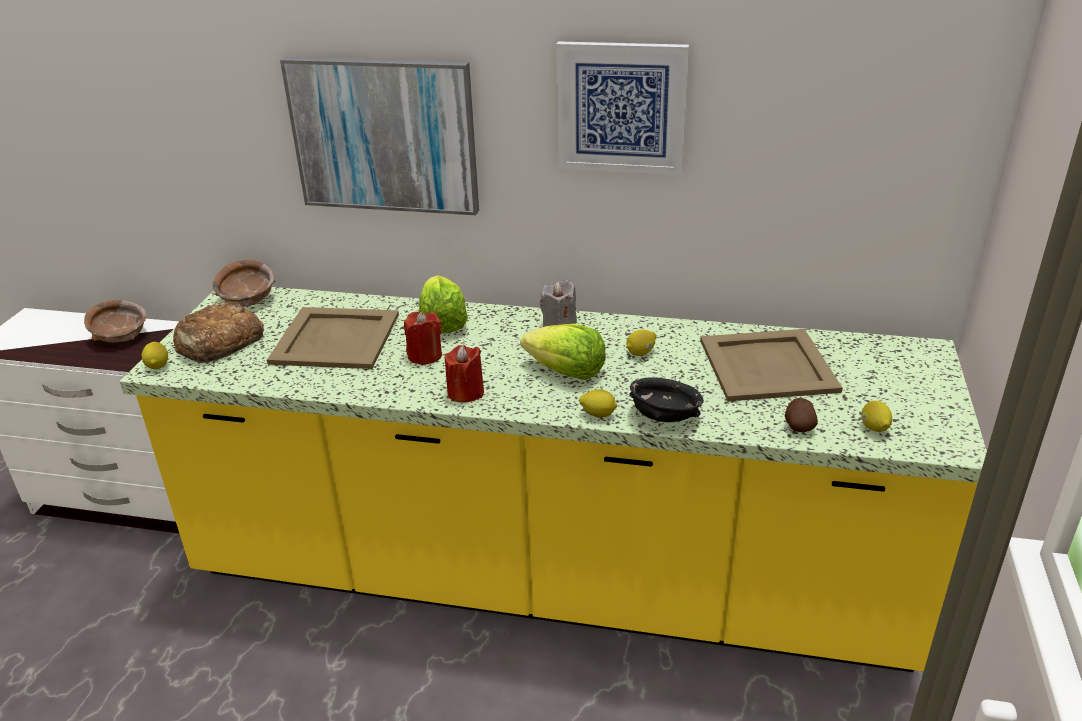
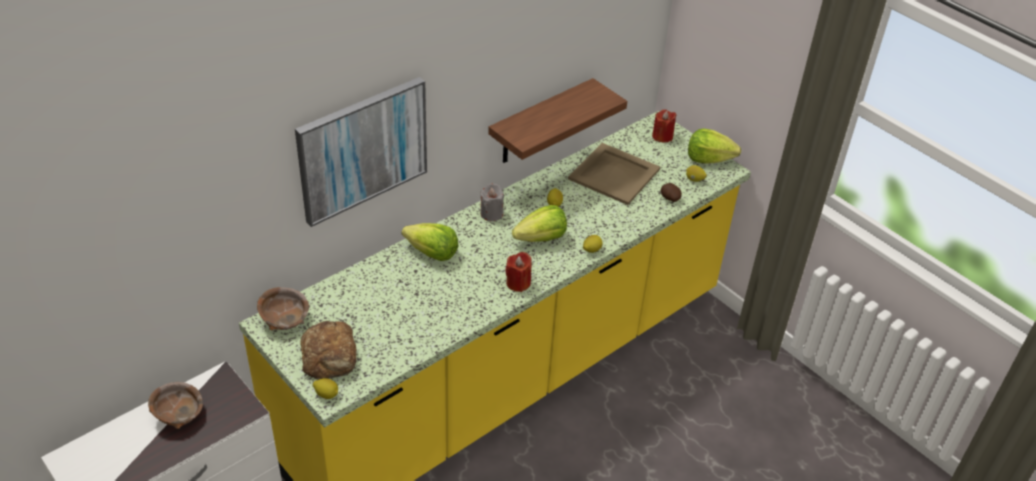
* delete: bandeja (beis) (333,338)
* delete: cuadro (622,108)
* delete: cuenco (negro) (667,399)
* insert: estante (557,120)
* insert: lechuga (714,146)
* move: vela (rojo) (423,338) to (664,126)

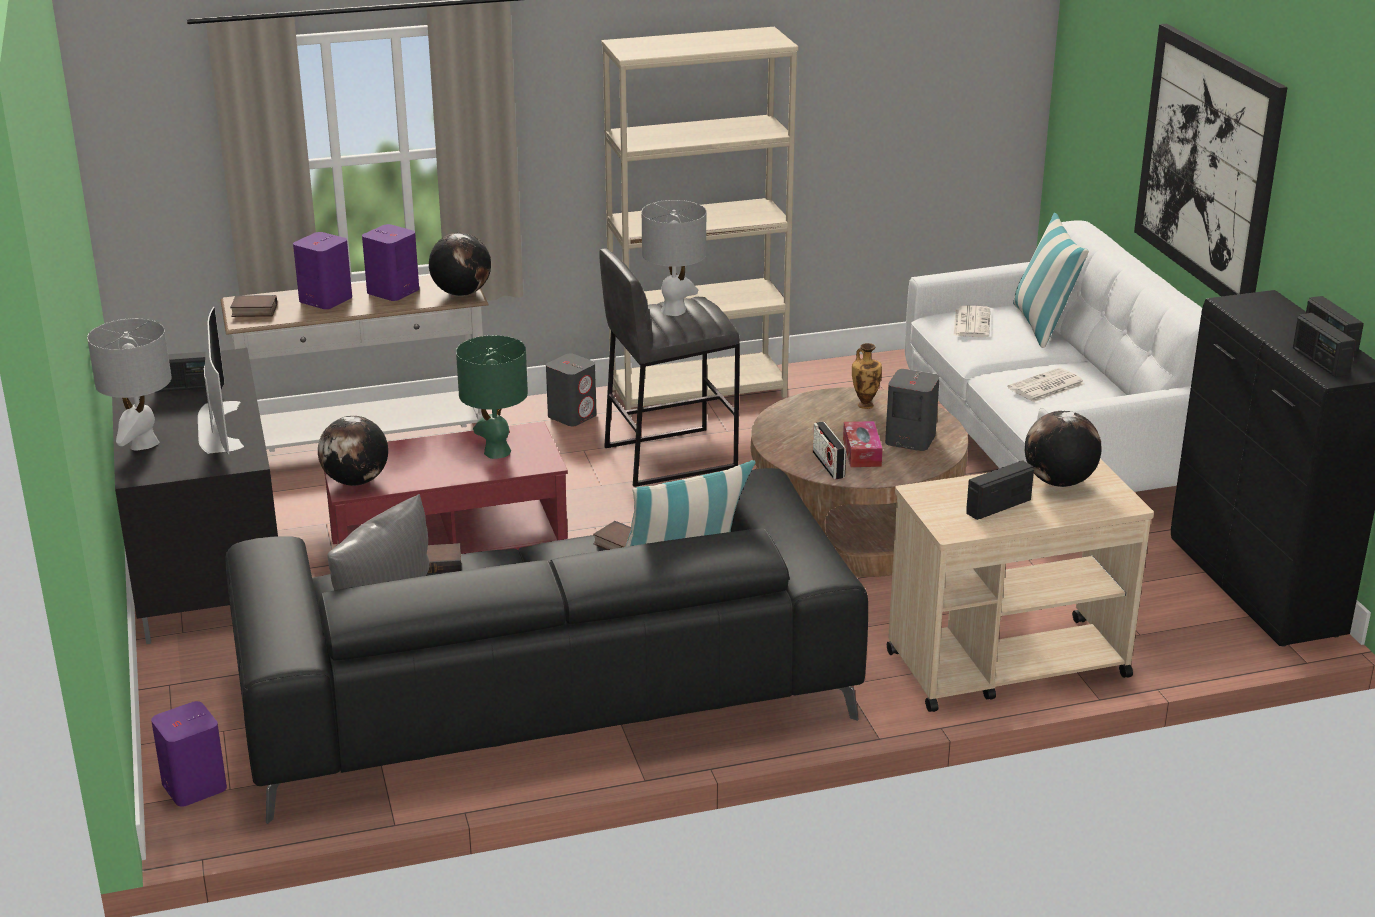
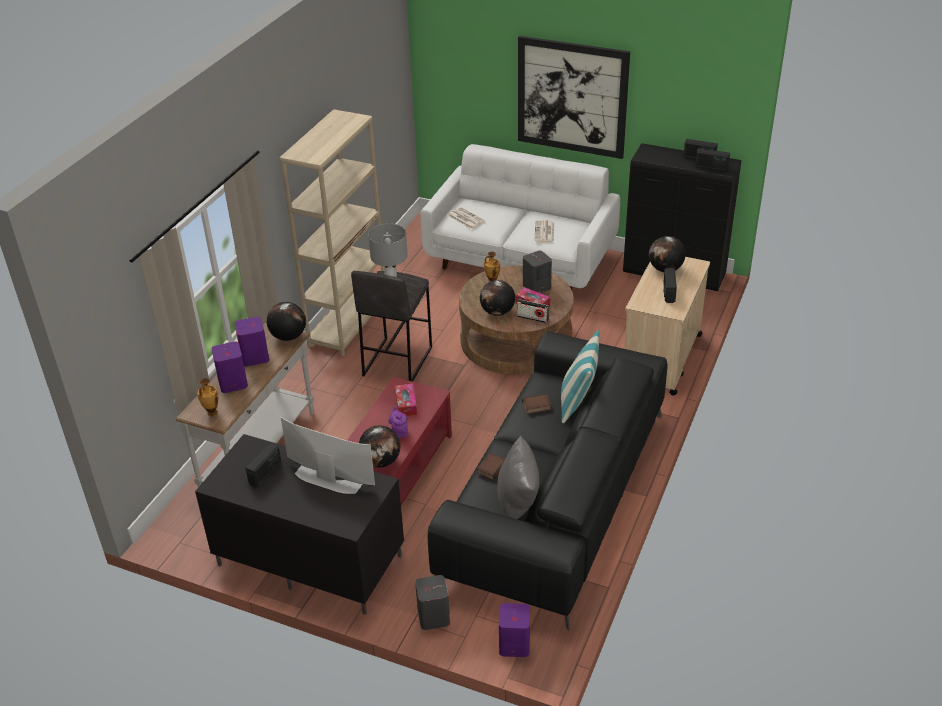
* delete: lámpara de mesa (gris) (129,384)
* delete: cojín (1051,280)
* insert: tetera (morado) (398,422)
* insert: globo terráqueo (497,298)
* move: altavoz (gris) (571,390) to (432,602)
* replace: libro (253,306) to florero (207,397)
* replace: lámpara de mesa (verde) (492,397) to caja de pañuelos (406,400)

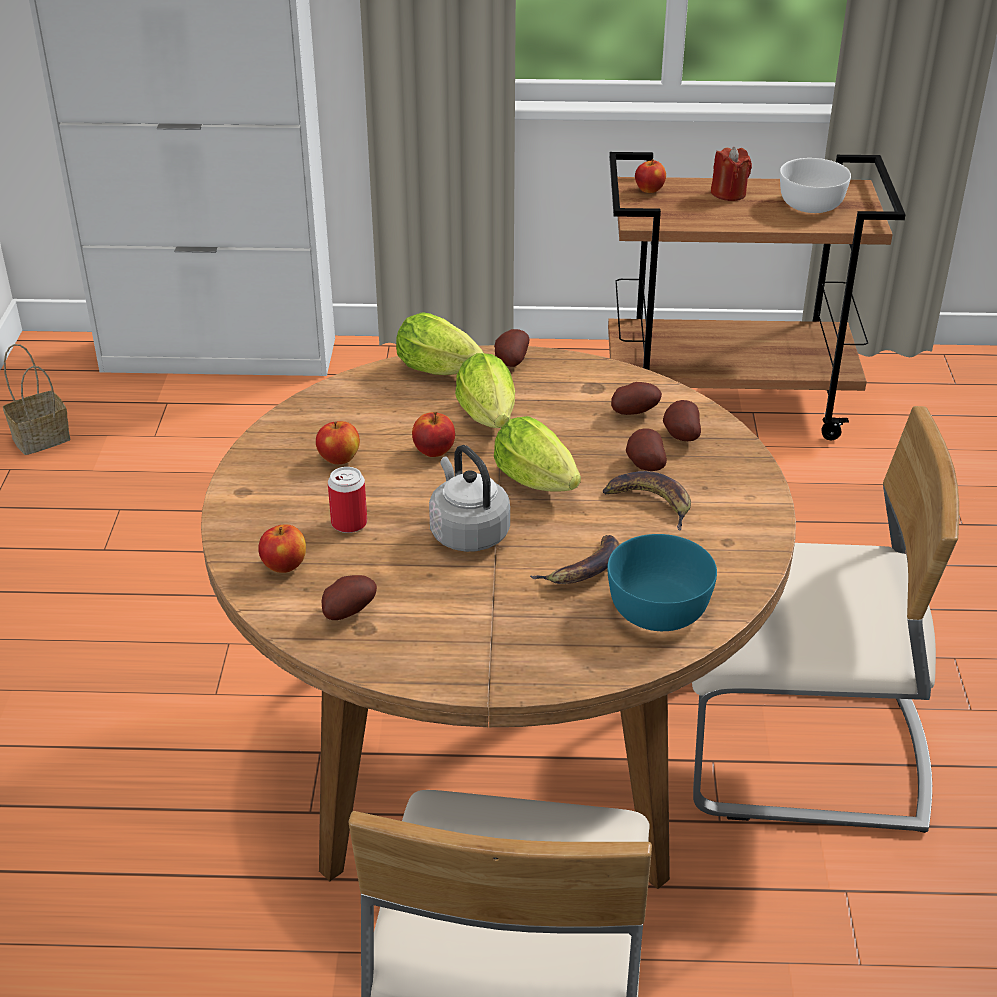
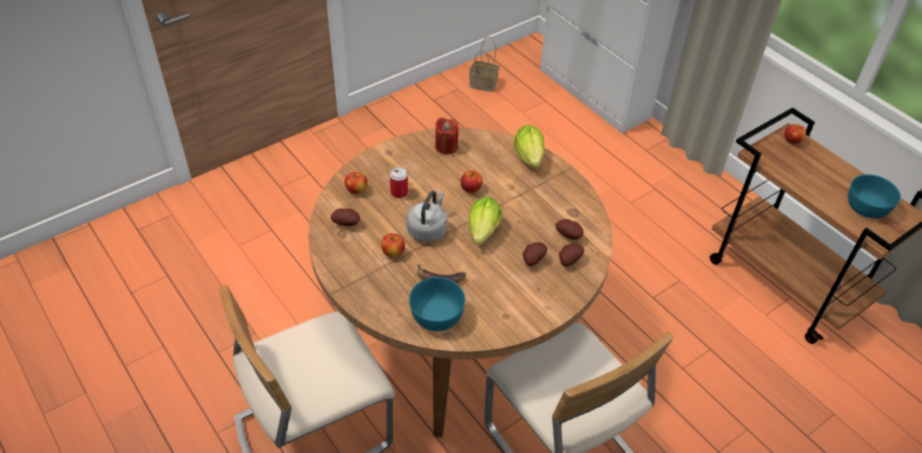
* delete: lechuga (485,390)
* delete: patata (511,348)
* delete: plátano (647,501)
* move: manzana (338,443) to (393,246)
* move: vela (rojo) (731,174) to (447,136)
* recolor: cuenco (blanco) (815,185) to cuenco (turquesa) (874,196)

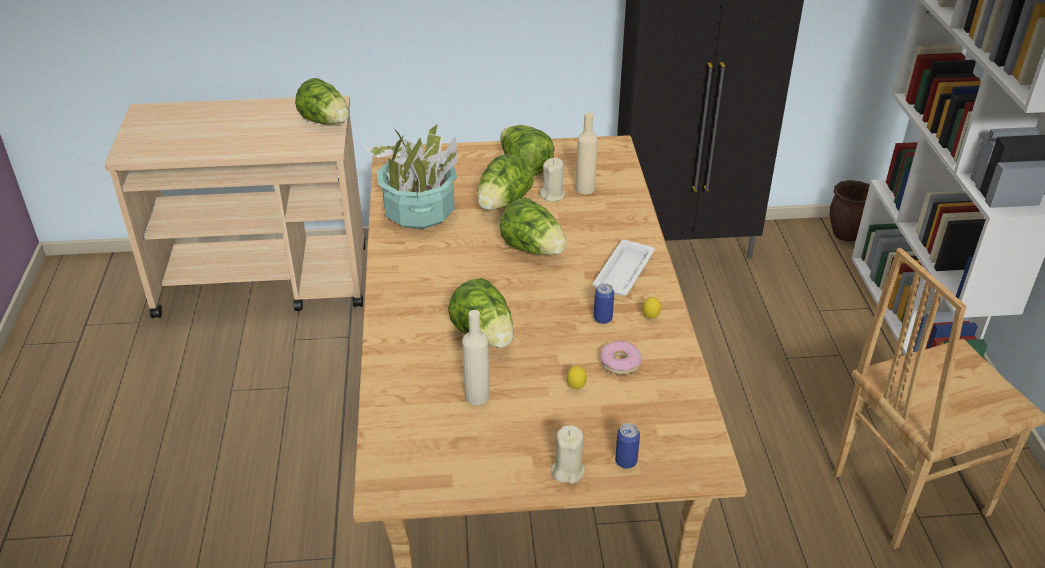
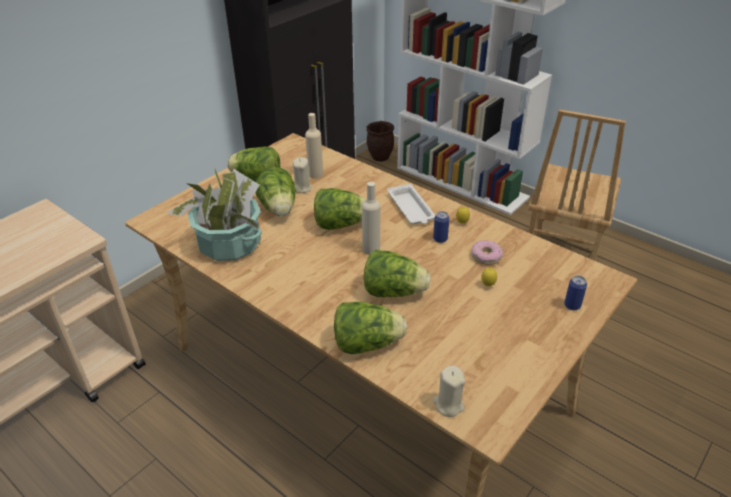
* move: lechuga (322,101) to (370,328)
* move: botella (beis) (476,357) to (371,218)
* move: vela (beis) (568,454) to (449,391)

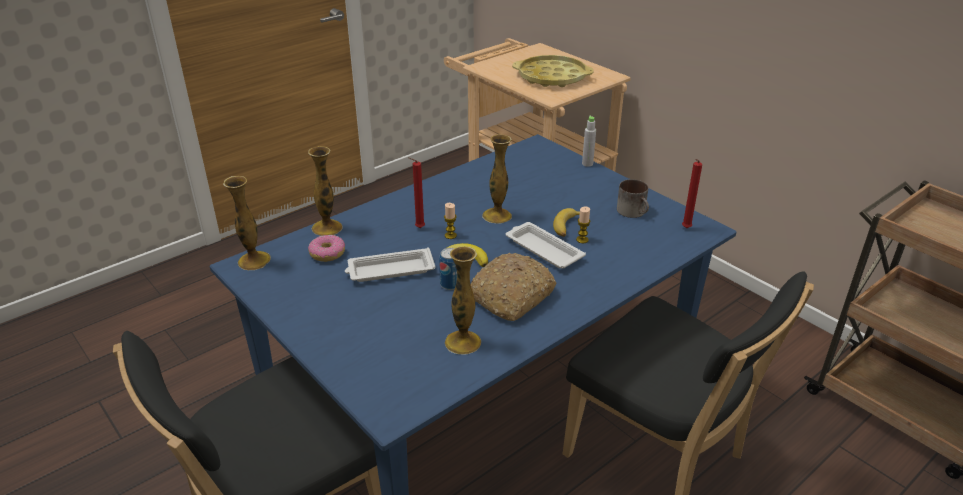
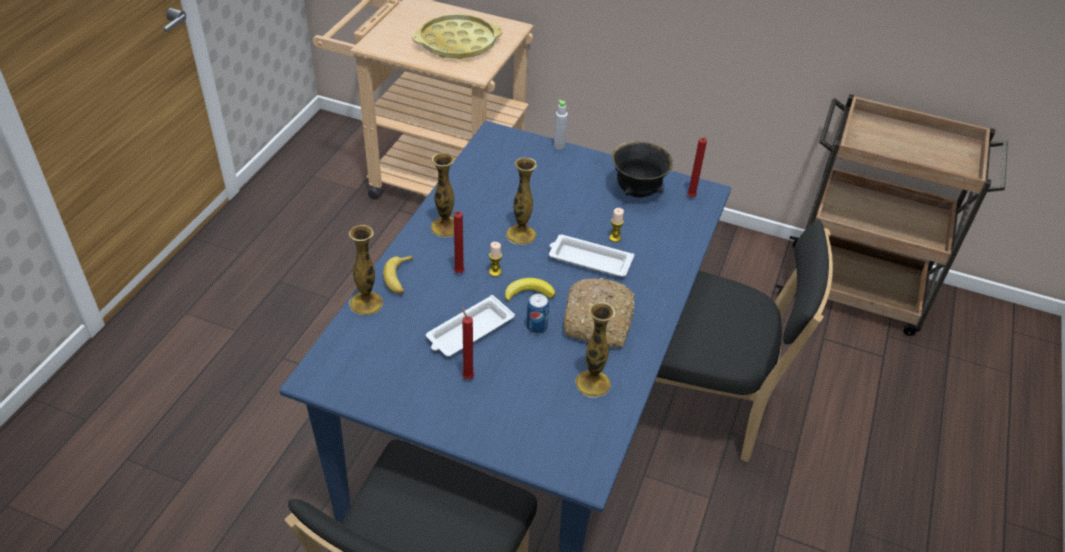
* delete: rosquilla (326,248)
* insert: vela (rojo) (468,342)
* move: florero (247,223) to (442,195)
* move: plátano (566,222) to (398,274)
* replace: taza grande (633,198) to cuenco (negro) (642,169)

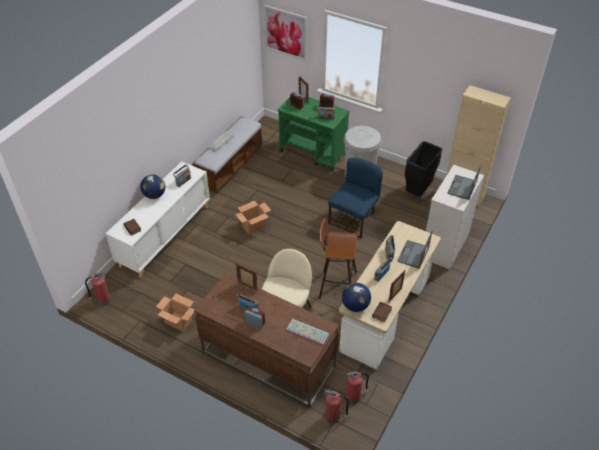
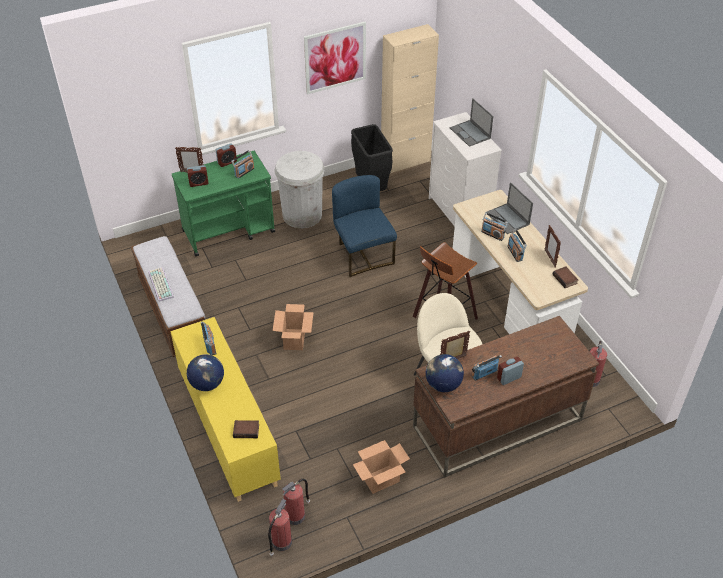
* delete: teclado (307,332)
* move: cuadro (285,33) to (335,58)
* move: extintor (336,406) to (295,502)
* move: globo terráqueo (356,297) to (445,373)
* recolor: armario (blanco) (157,219) to armario (amarillo) (225,409)

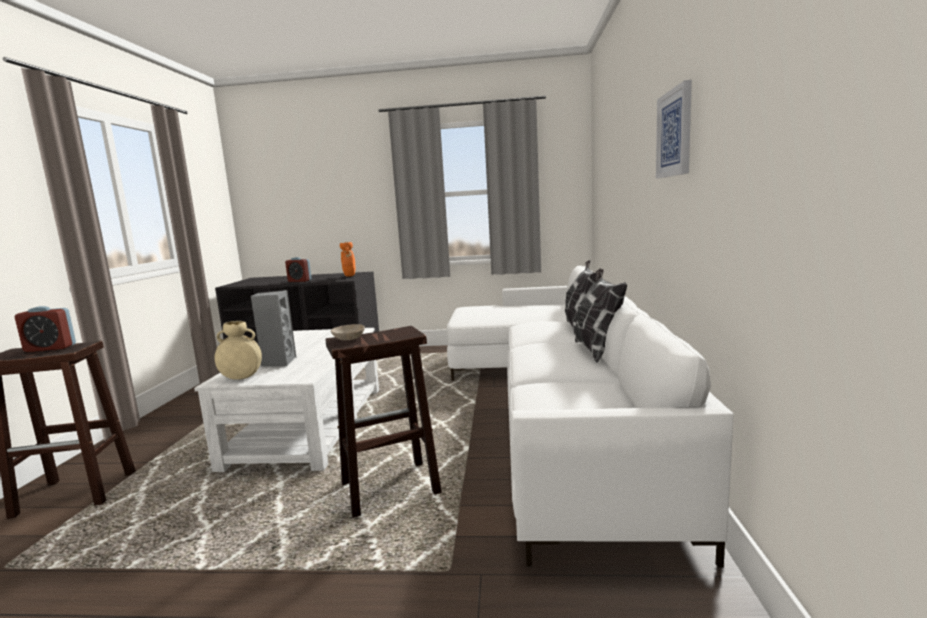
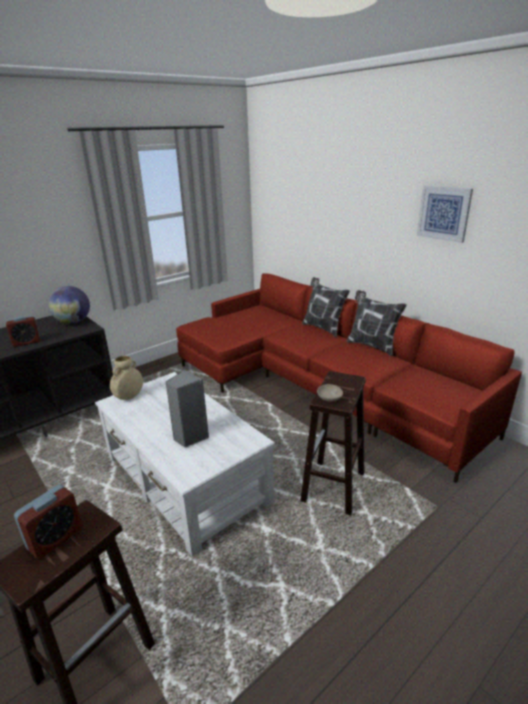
* move: florero (beis) (238,350) to (126,378)
* replace: florero (naranja) (347,259) to globo terráqueo (69,305)
* recolor: sofá (blanco) (590,417) to sofá (rojo) (349,378)

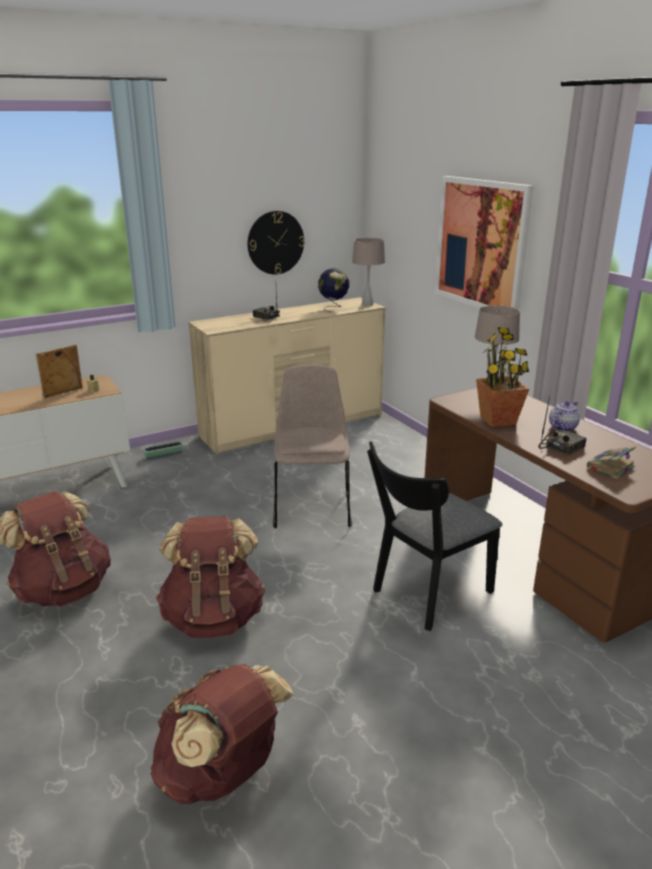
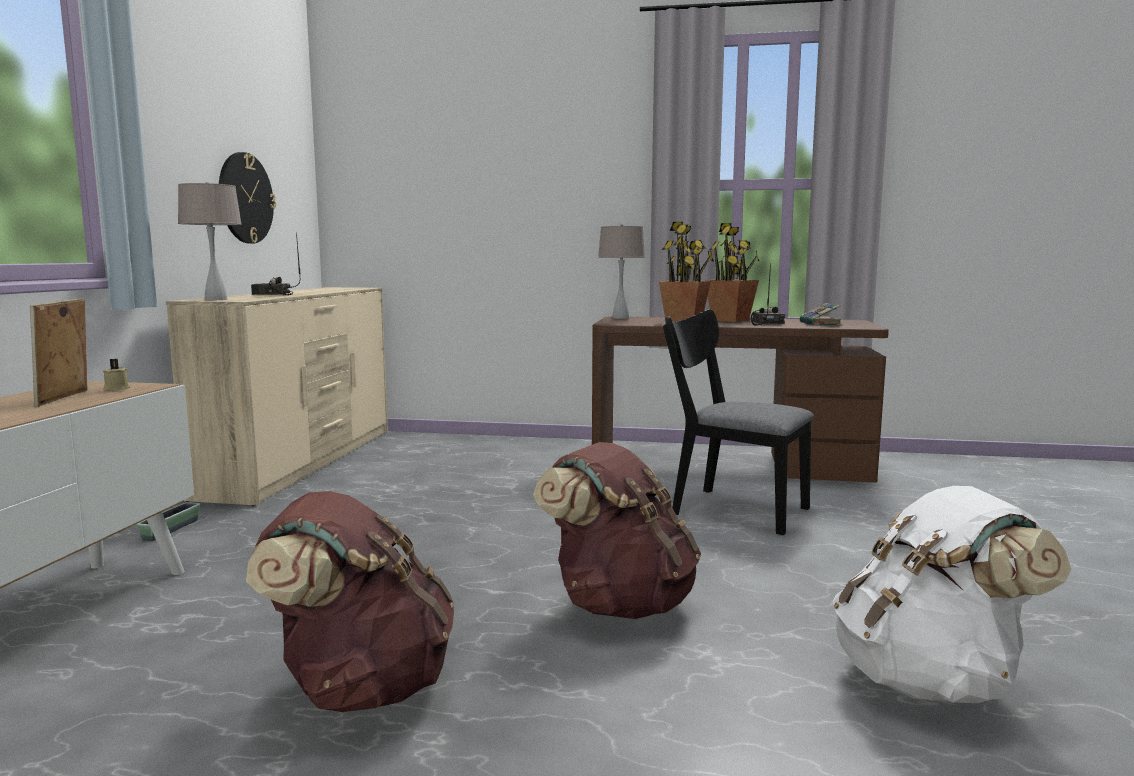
* delete: silla (beis) (312,446)
* delete: globo terráqueo (333,289)
* delete: cuadro (484,243)
* move: lámpara de mesa (beis) (368,272) to (210,241)
* replace: tetera (564,416) to planta en maceta (732,272)
* recolor: mochila (marrón) (222,734) to mochila (blanco) (952,594)
* rotate: silla (negro) (434,536) = (738,422) 120 degrees clockwise

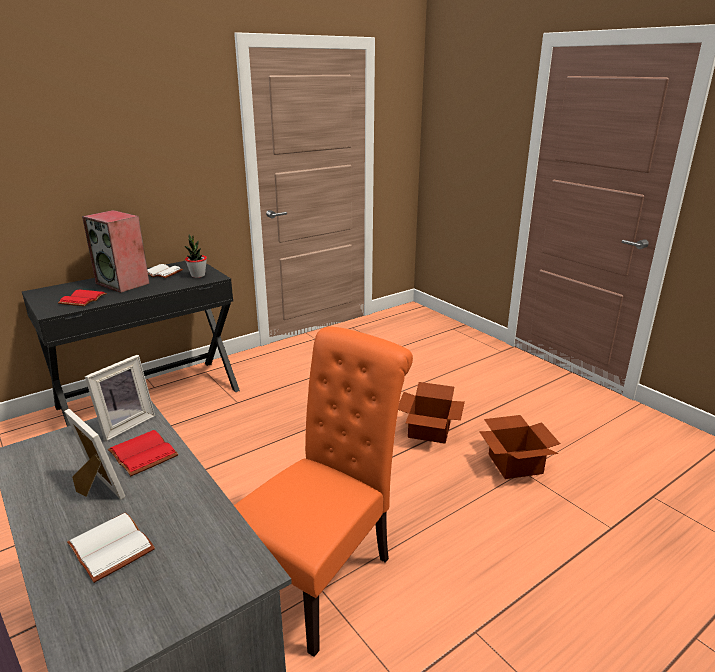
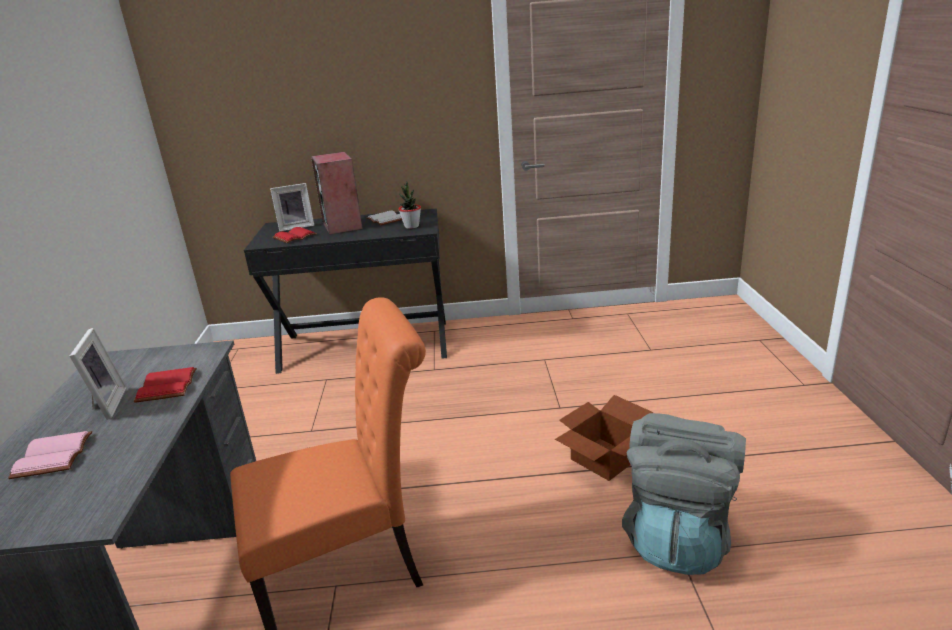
* move: portarretratos (120,398) to (292,207)
* replace: caja de cartón (519,447) to mochila (gris) (684,494)
* recolor: libro (blanco) (111,547) to libro (rosa) (50,455)

